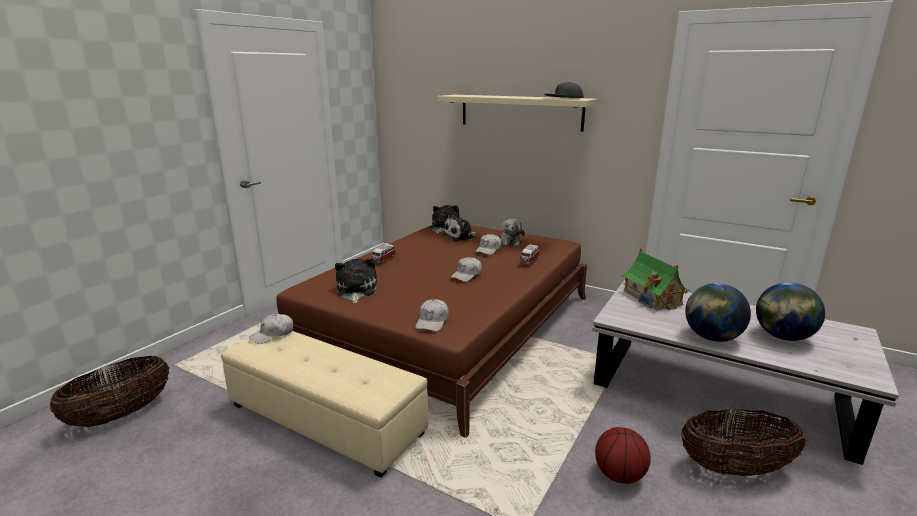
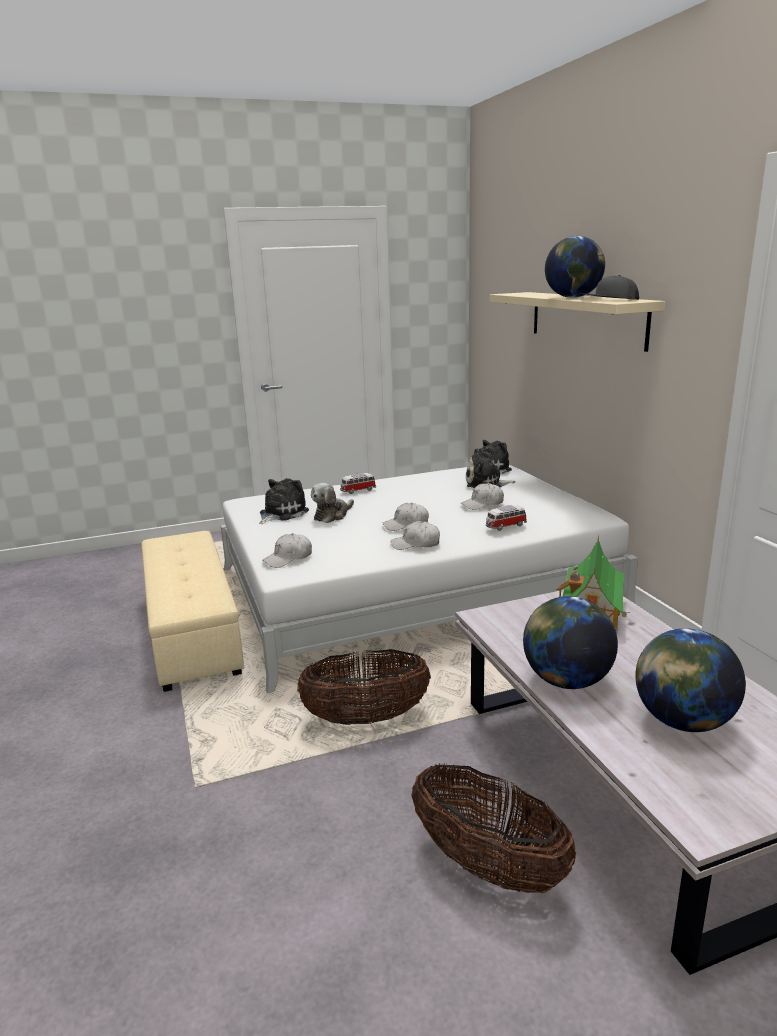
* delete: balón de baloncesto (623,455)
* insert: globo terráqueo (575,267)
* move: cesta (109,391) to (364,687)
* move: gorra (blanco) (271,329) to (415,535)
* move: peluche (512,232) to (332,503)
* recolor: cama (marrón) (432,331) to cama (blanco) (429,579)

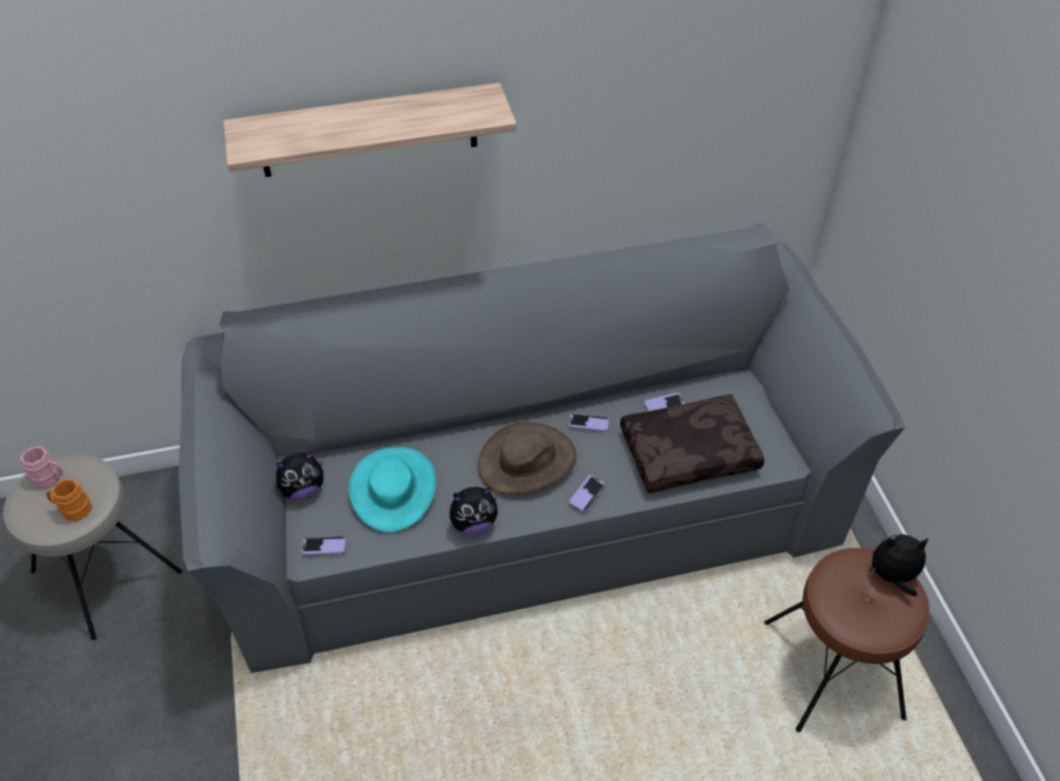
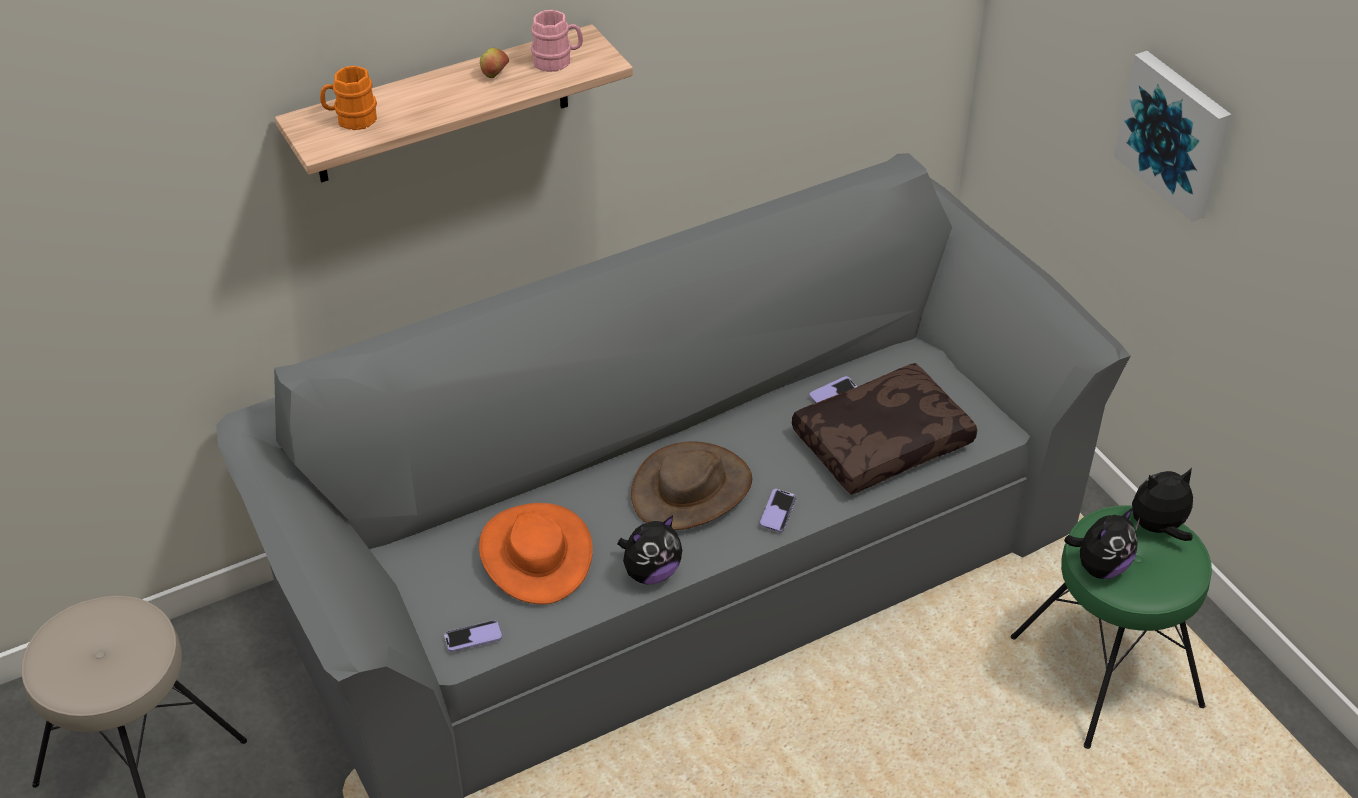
* delete: móvil (589,422)
* insert: manzana (494,63)
* insert: cuadro (1172,136)
* move: taza grande (rosa) (42,467) to (557,41)
* move: taza grande (naranja) (69,500) to (348,98)
* move: peluche (300,475) to (1101,543)
* recolor: sombrero (turquesa) (392,489) to sombrero (naranja) (536,553)
* recolor: taburete (marrón) (847,640) to taburete (verde) (1111,627)

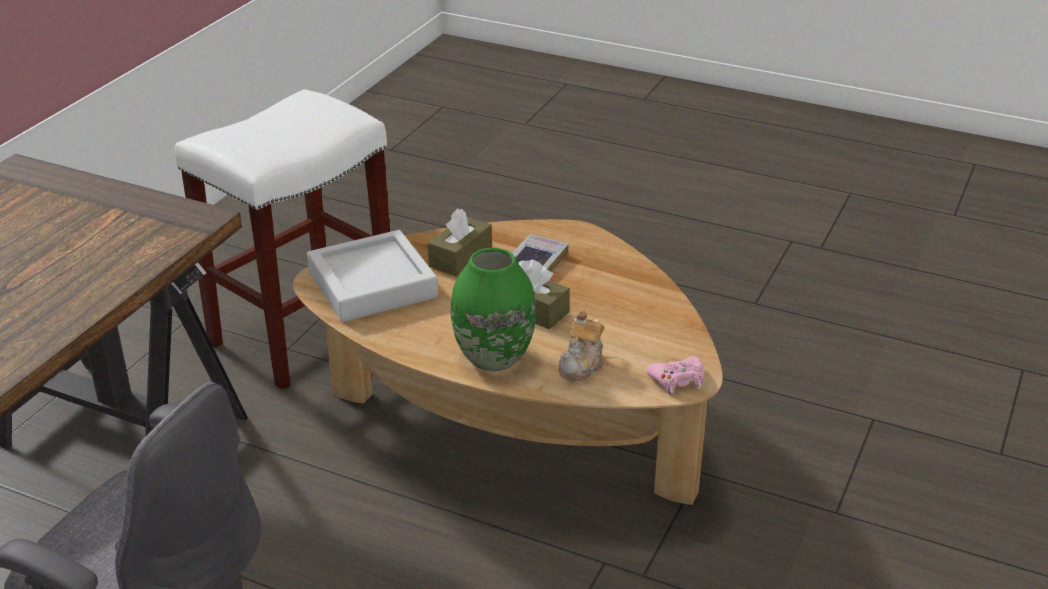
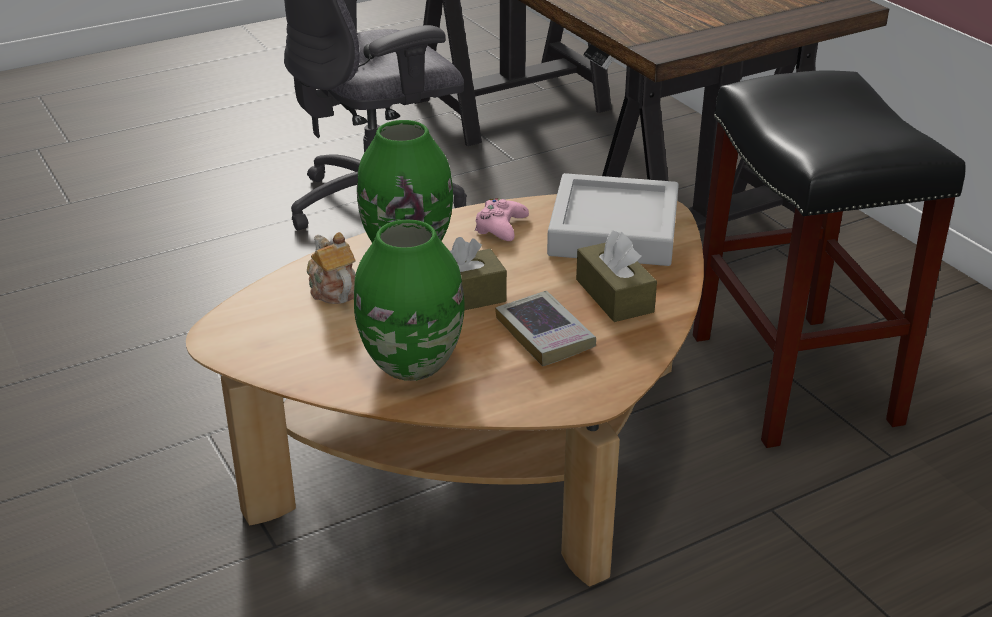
* insert: florero (verde) (409,300)
* move: mando de consola (rosa) (675,375) to (502,219)
* recolor: taburete (blanco) (282,239) to taburete (negro) (829,259)

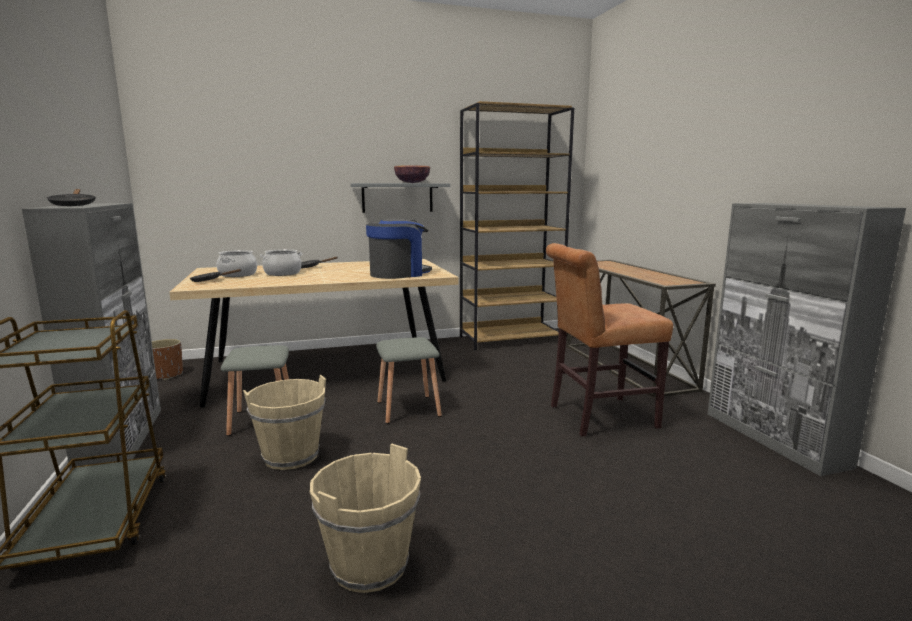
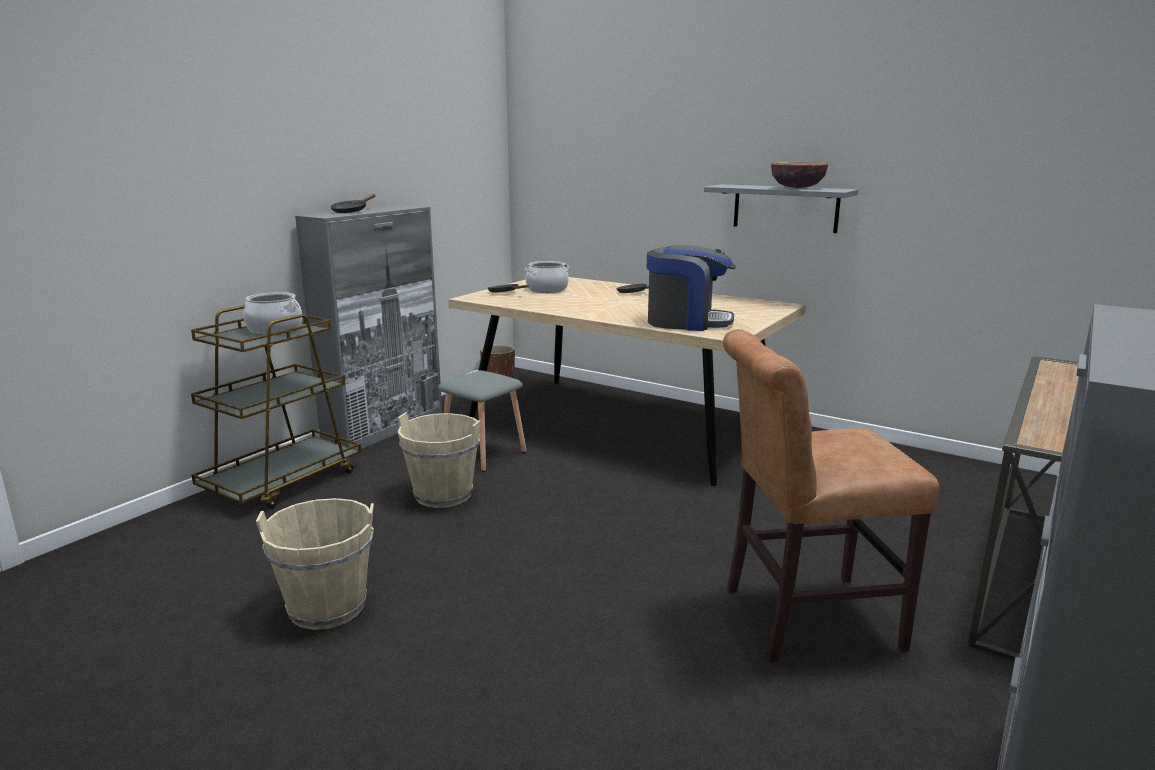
* delete: taburete (gris) (409,380)
* delete: estantería (marrón) (517,225)
* move: olla (281,262) to (272,313)
* rotate: silla (marrón) (609,340) = (831,496) 45 degrees counterclockwise

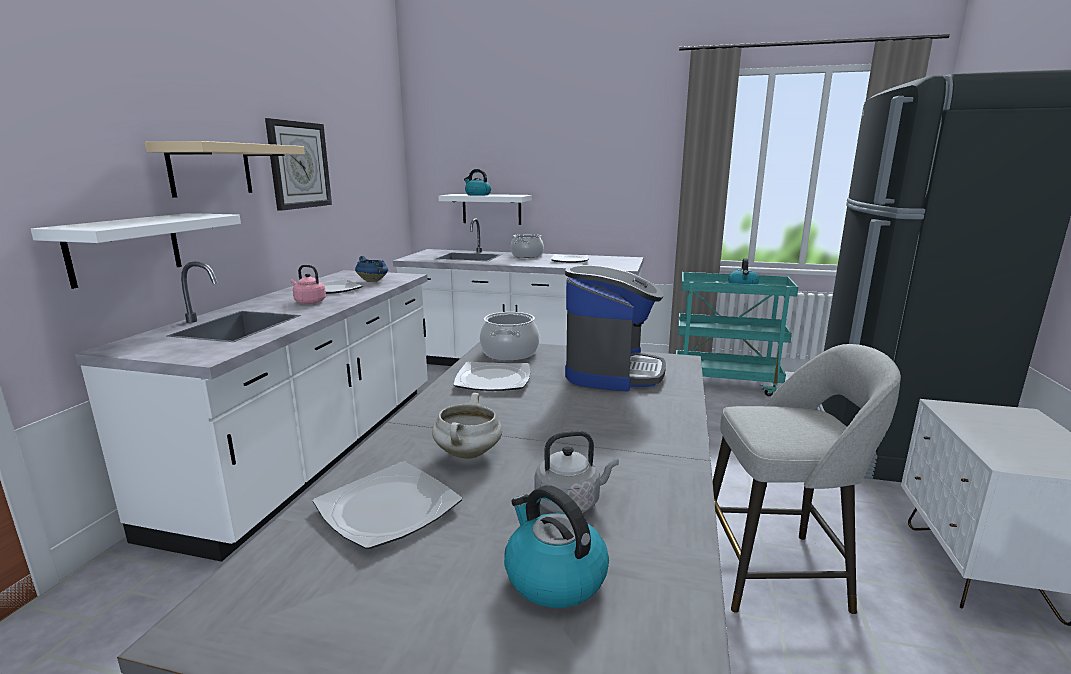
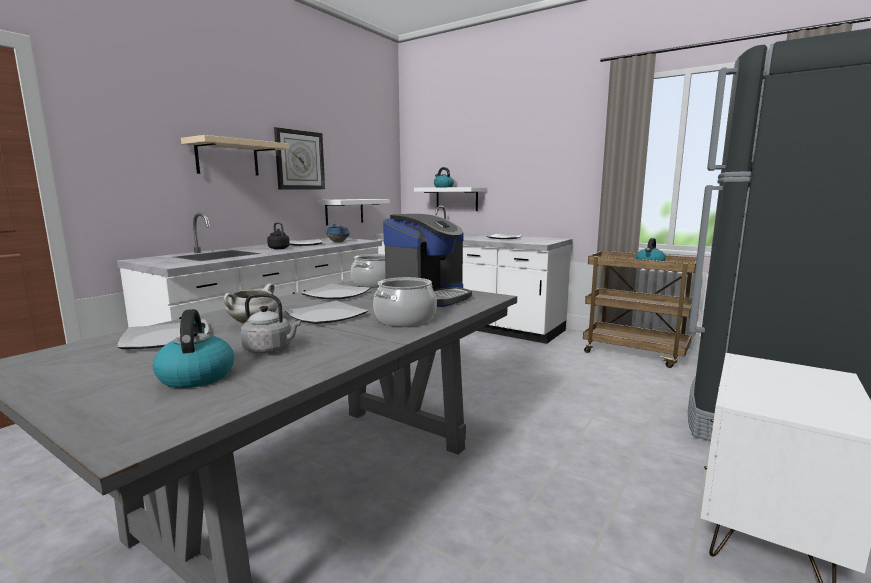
* delete: taburete (gris) (807,479)
* insert: plato (326,312)
* move: estante (blanco) (136,251) to (354,212)
* move: olla (527,246) to (405,301)
* recolor: hervidor (rosa) (308,284) to hervidor (negro) (278,235)
* recolor: carrito (turquesa) (737,334) to carrito (marrón) (640,309)

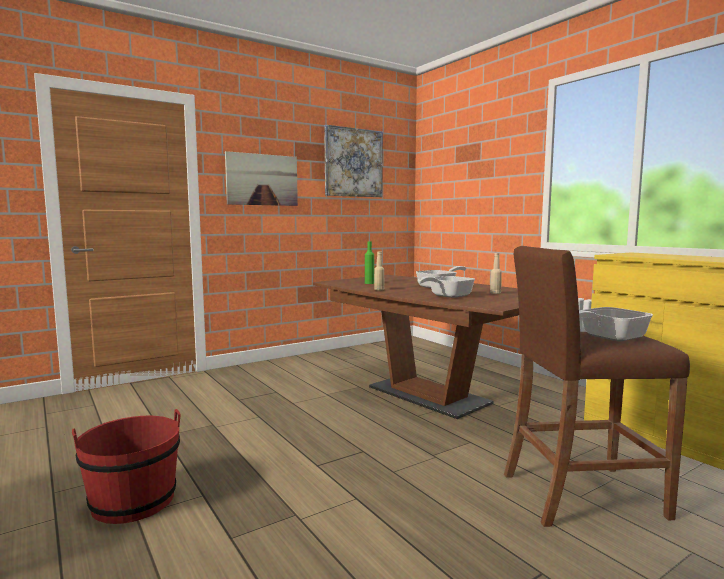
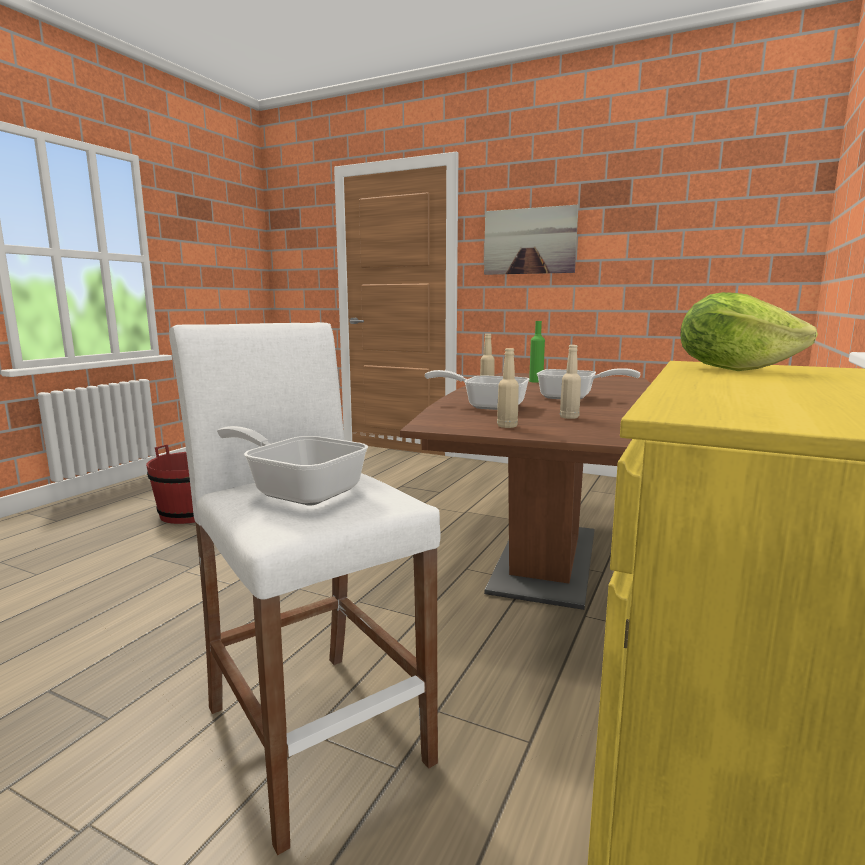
* delete: cuadro (353,161)
* insert: botella (beis) (508,388)
* insert: lechuga (749,331)
* recolor: taburete (marrón) (597,386) to taburete (blanco) (305,588)

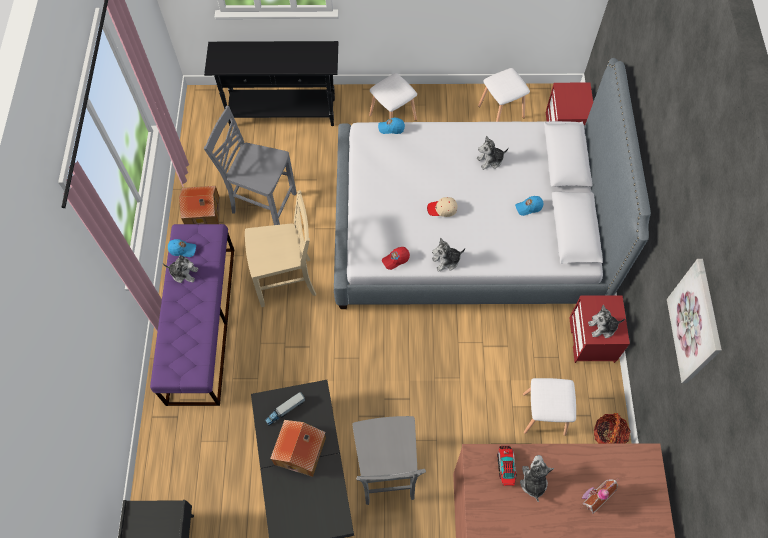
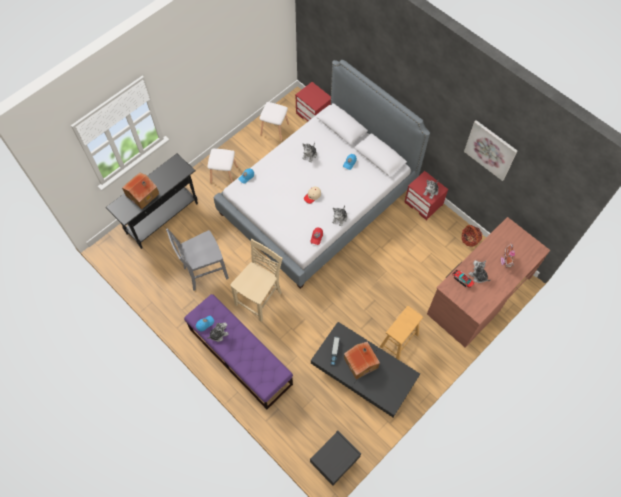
* delete: taburete (blanco) (549,407)
* move: casita (199,205) to (140,191)
* replace: silla (gris) (389,460) to taburete (marrón) (401,333)

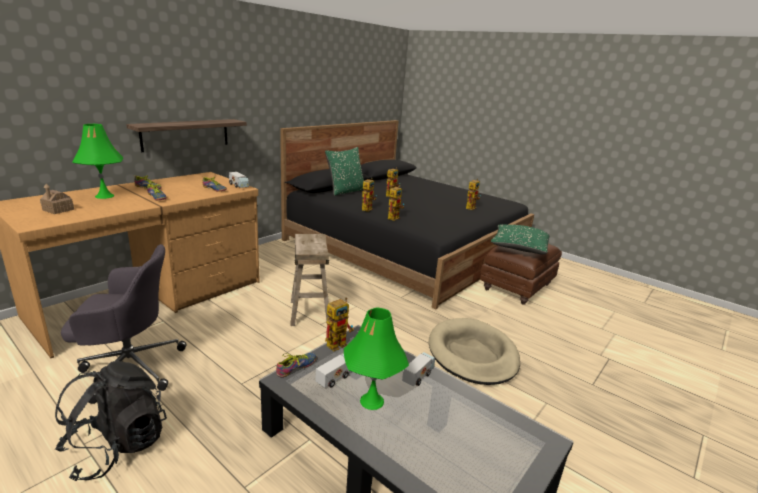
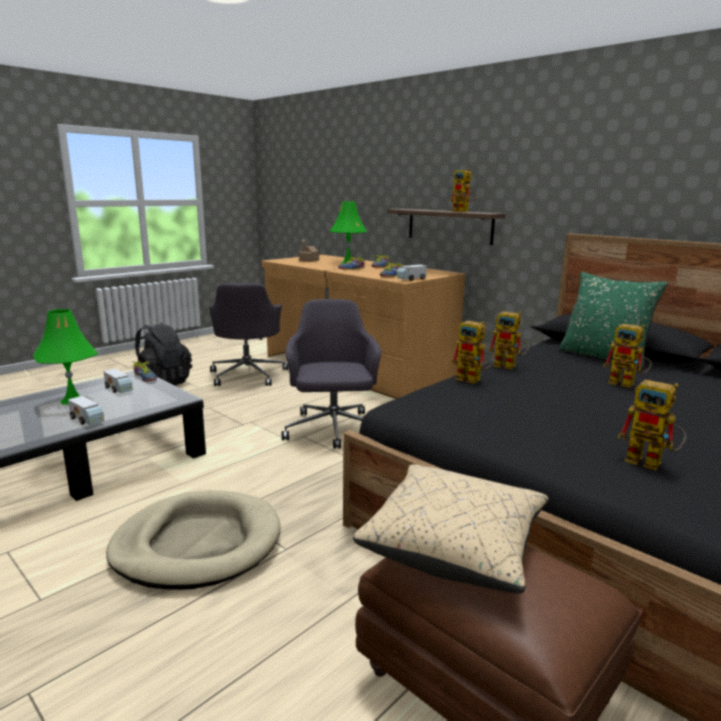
* move: robot de juguete (339,324) to (464,190)
* replace: taburete (beis) (309,280) to silla de oficina (gris) (331,374)
* recolor: cojín (verde) (520,239) to cojín (beis) (450,528)

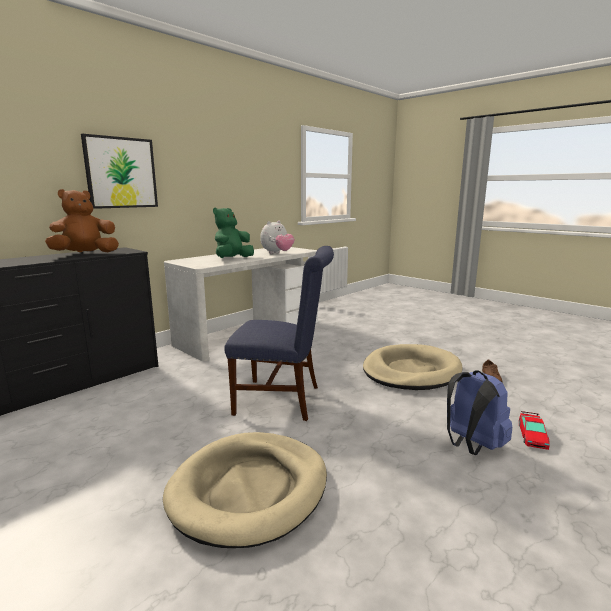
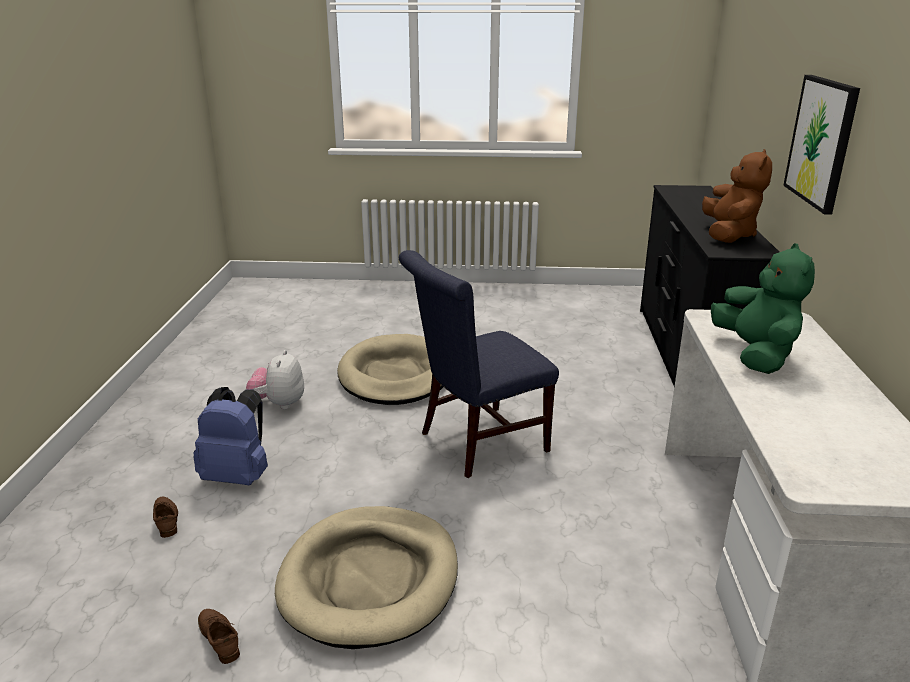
* move: peluche (277,237) to (275,379)
* replace: coche de juguete (534,430) to zapato (marrón) (165,517)

